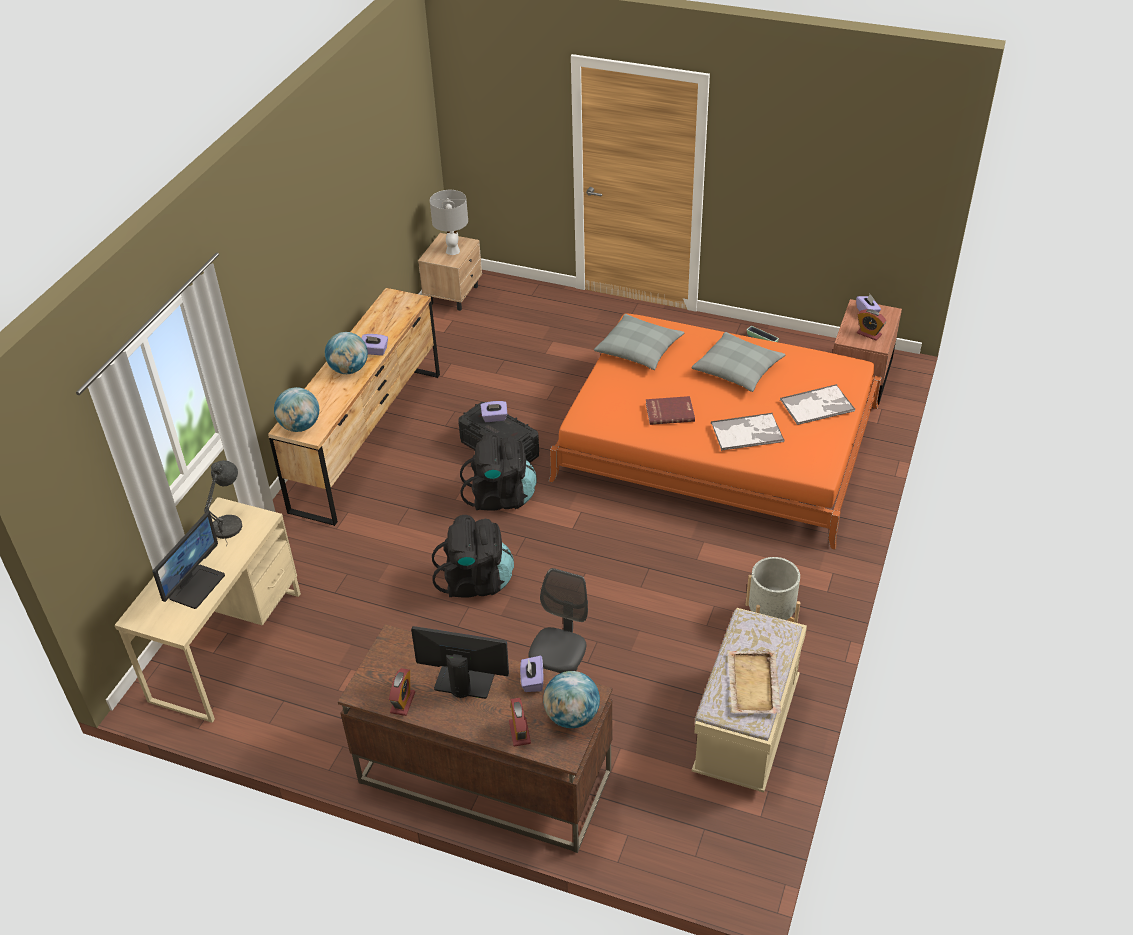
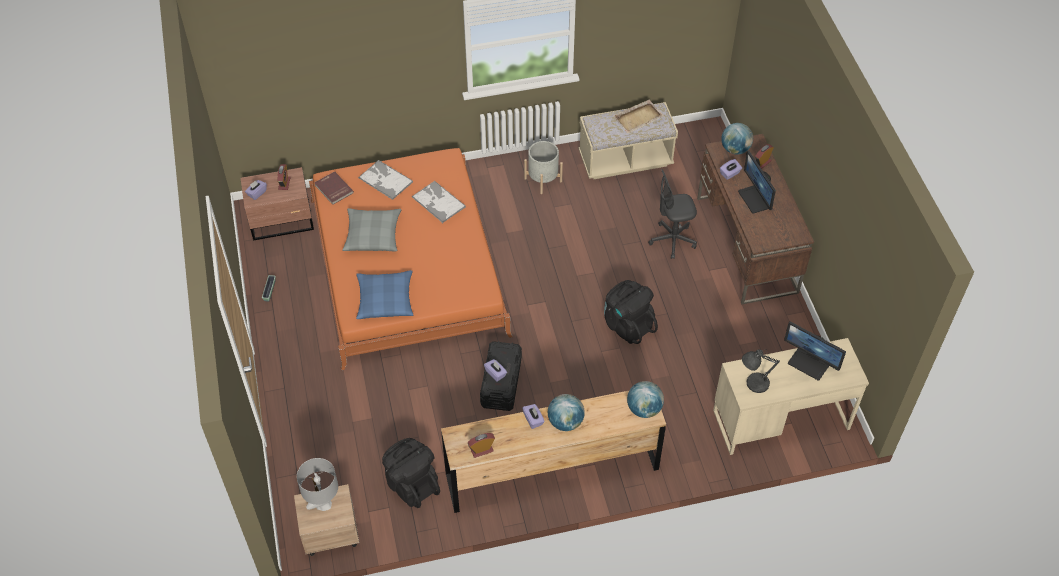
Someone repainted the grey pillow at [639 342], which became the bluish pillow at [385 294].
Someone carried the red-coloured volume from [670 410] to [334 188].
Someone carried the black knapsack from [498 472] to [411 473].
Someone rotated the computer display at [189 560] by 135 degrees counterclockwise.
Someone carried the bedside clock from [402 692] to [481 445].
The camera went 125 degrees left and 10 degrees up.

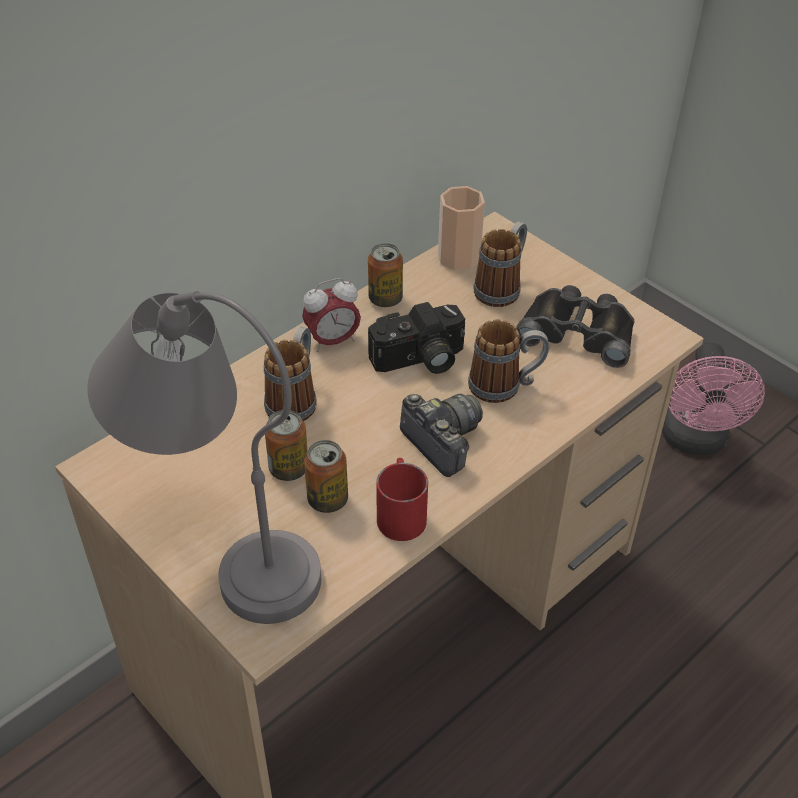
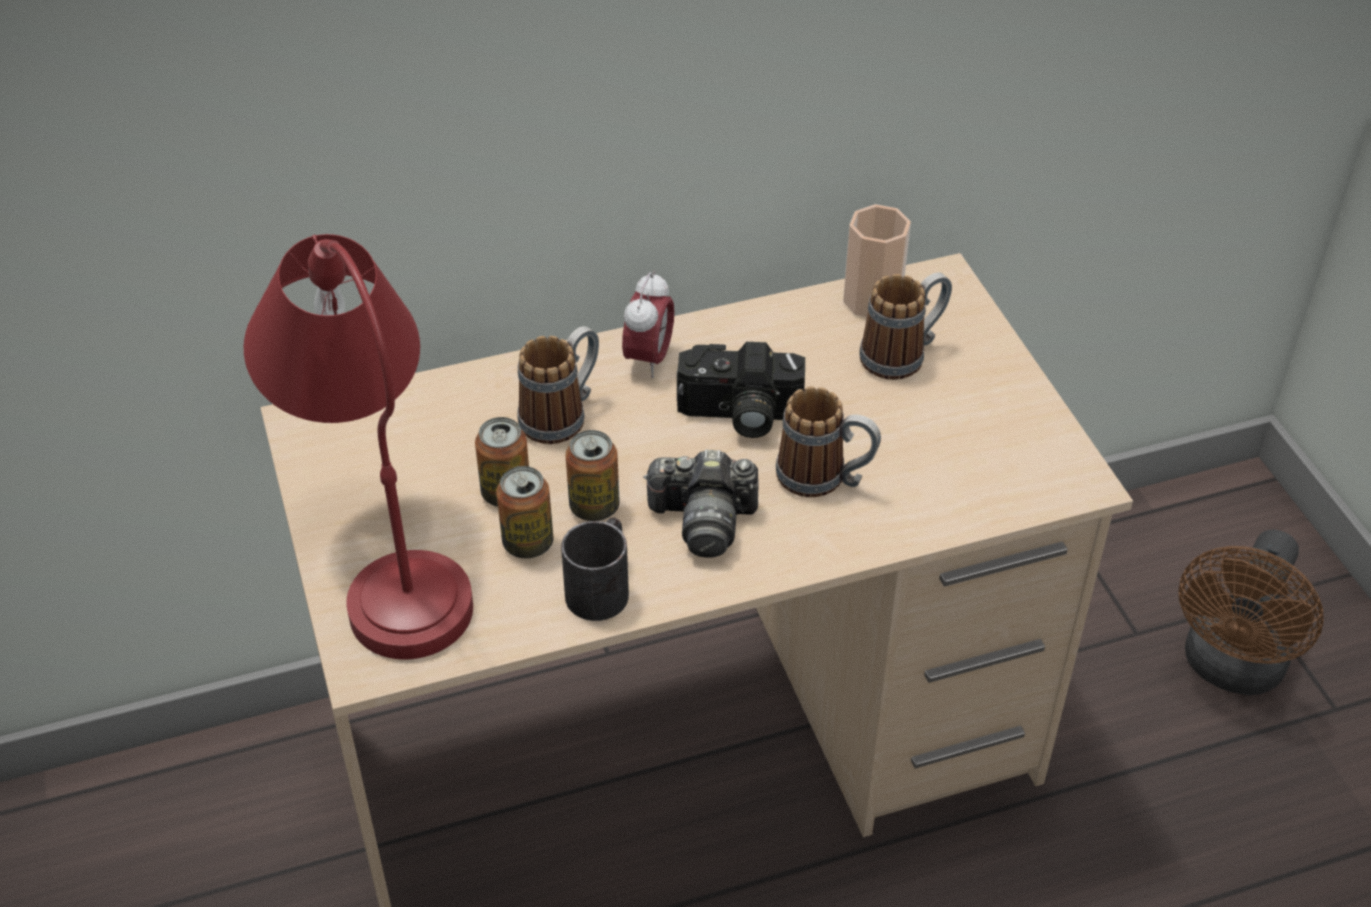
Someone carried the sealed can from [385 275] to [593 475].
Someone rotated the bedside clock at [331 315] by 75 degrees counterclockwise.
Someone took away the black binoculars at [575 326].
Someone repainted the grey lamp for a table at [204 457], which became the red-coloured lamp for a table at [358 446].
Someone repainted the pink cooling fan at [713 398], which became the brown cooling fan at [1251 612].
Someone rotated the still camera at [441 435] by 105 degrees clockwise.
Someone repainted the red-coloured tea mug at [402 499], which became the black tea mug at [595 569].
The camera went 25 degrees right and 0 degrees up.

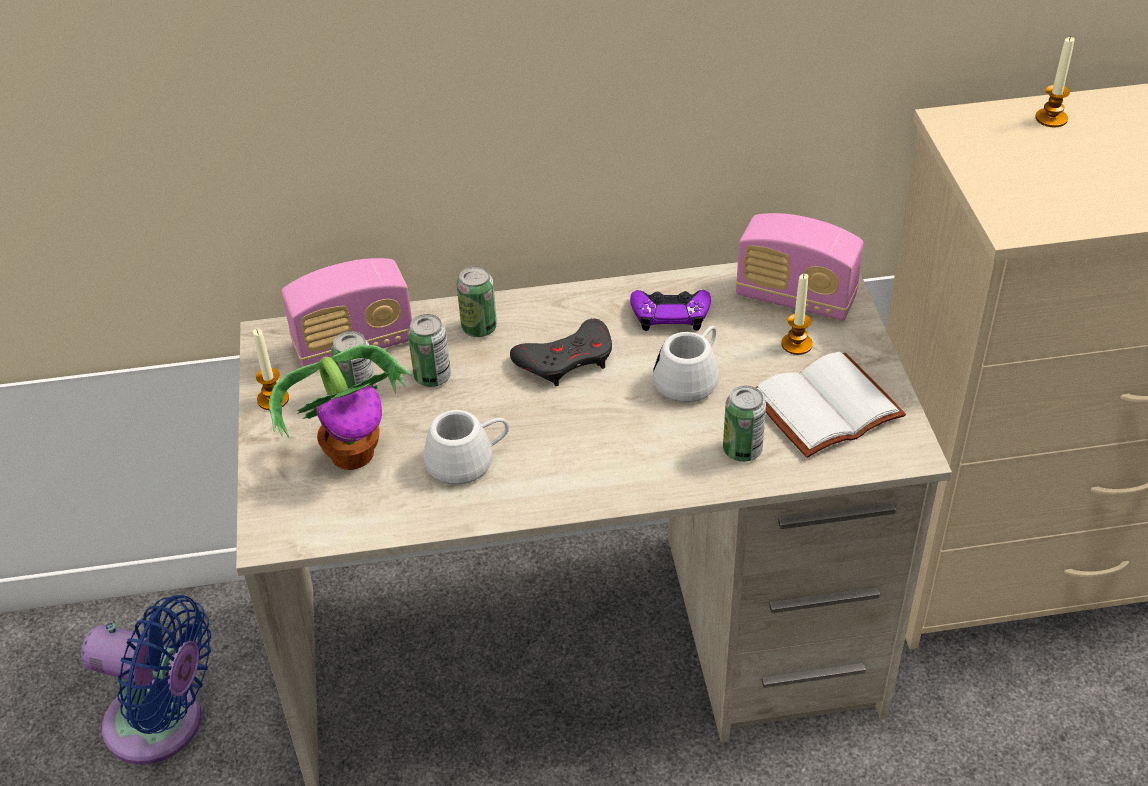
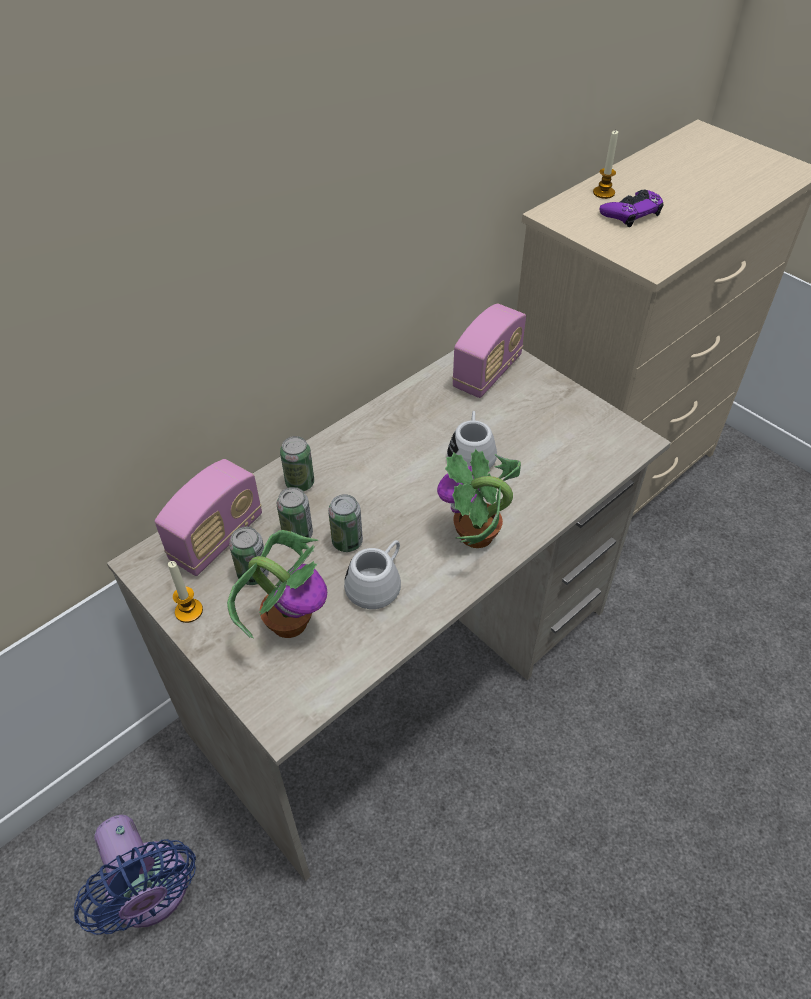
Someone rotated the radio receiver at [800 267] by 45 degrees counterclockwise.
Someone took away the candle at [797 314].
Someone carried the purple joypad from [670 310] to [632 208].
Someone took away the grey joypad at [561 352].
Someone took away the white-coloured volume at [830 405].
Someone carried the sealed can from [744 423] to [345 523].
Someone rotated the bluish cooling fan at [146 680] by 75 degrees clockwise.
Someone put down the houseplant at [479 498].
The camera went 35 degrees left and 5 degrees up.

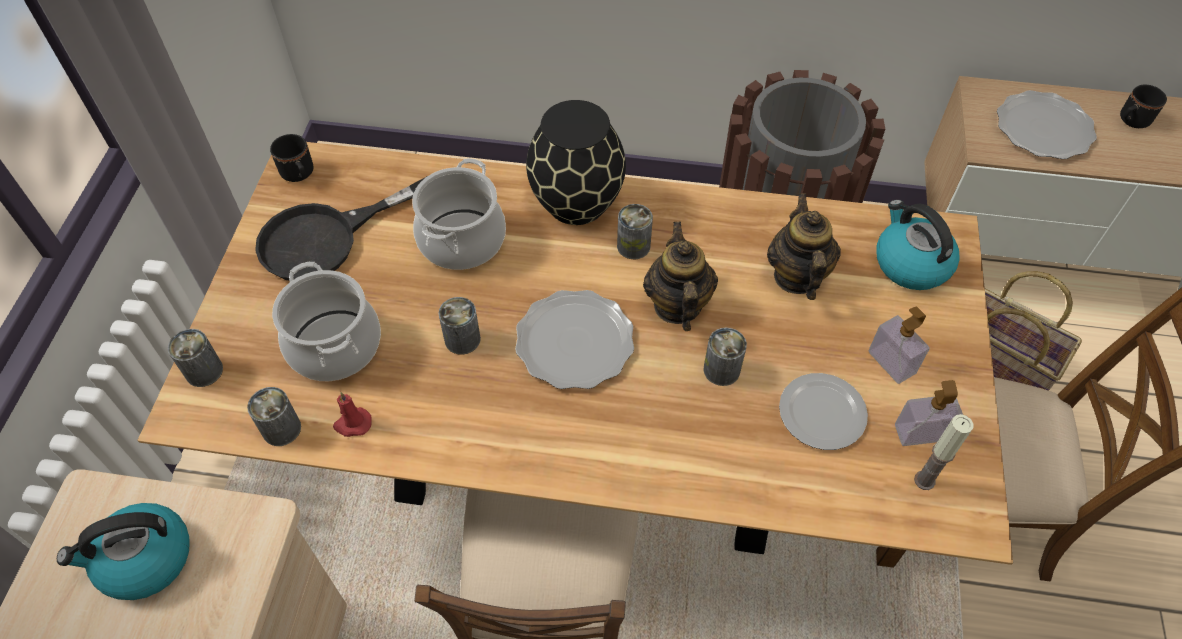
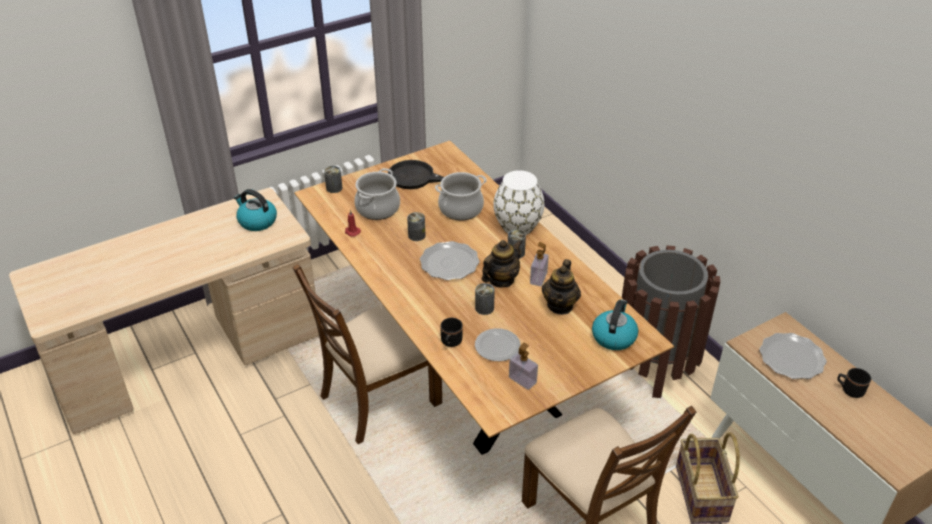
Someone repainted the black decorative vase at [576 162], which became the white-coloured decorative vase at [519 202].
Someone carried the black tea mug from [291 158] to [452 332].
Someone rotated the teapot at [804 246] by 150 degrees clockwise.
Someone carried the soap dispenser from [899 345] to [539 264].
Someone took away the sealed can at [274 416].
Someone took away the candle at [944 452].
The camera went 50 degrees right and 15 degrees down.

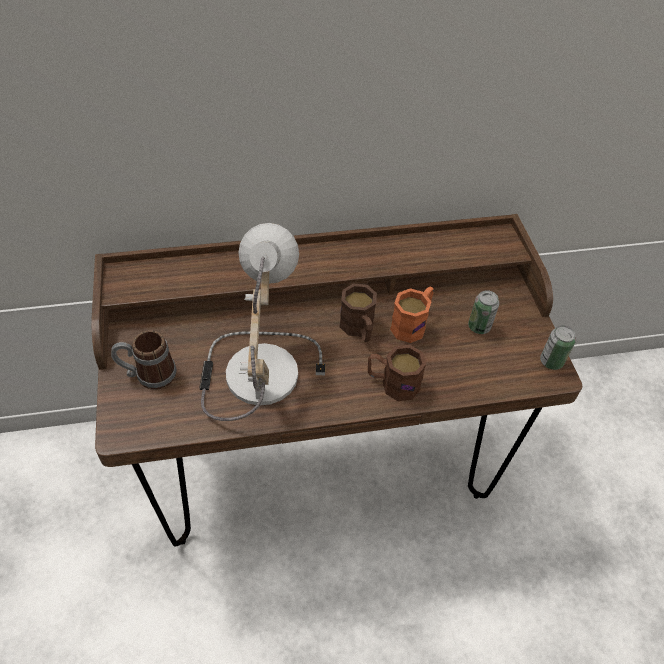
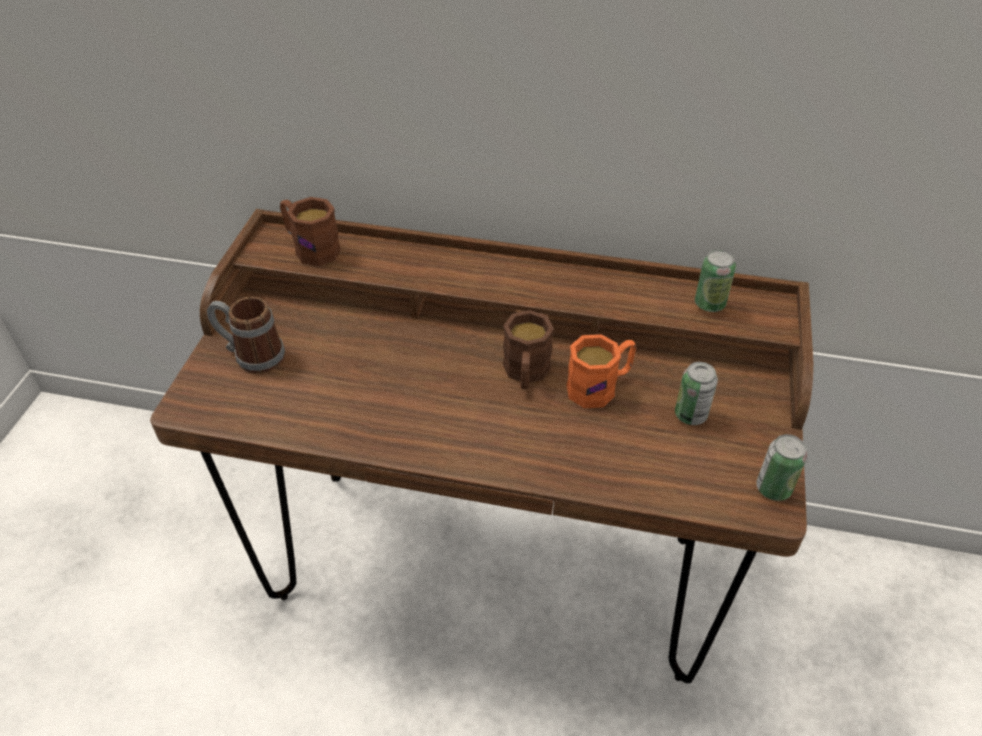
Someone took away the lamp for a table at [262 322].
Someone carried the brown tea mug from [397 373] to [310 231].
Someone put down the sealed can at [715 281].
The camera went 25 degrees right and 5 degrees down.

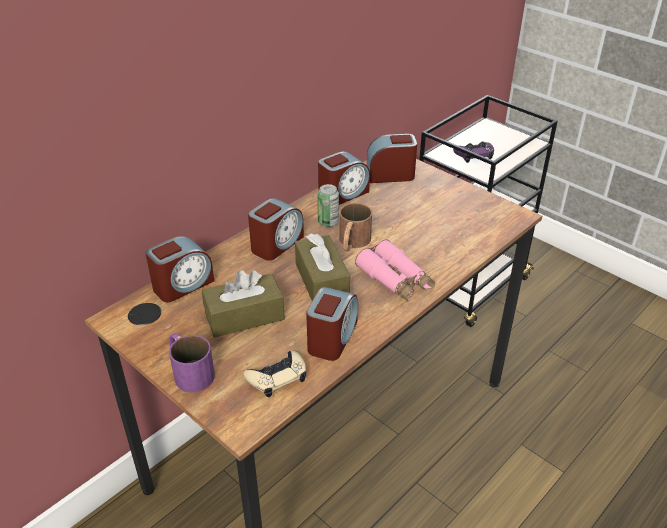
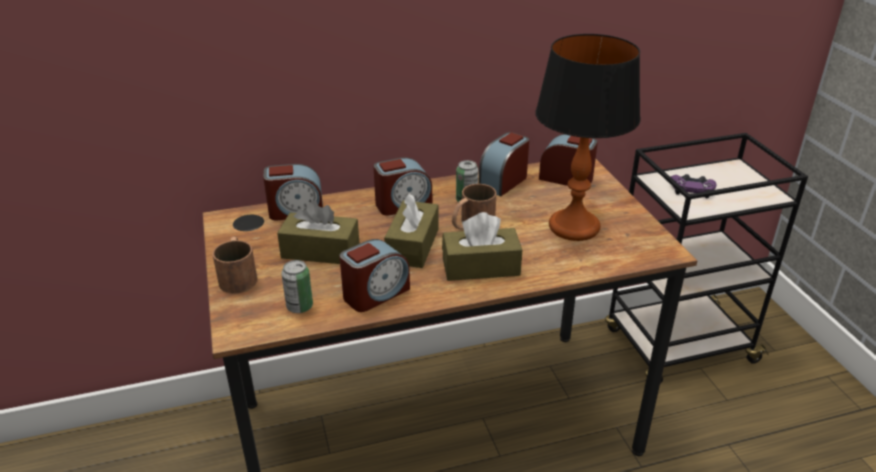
Someone rotated the bedside clock at [344 178] by 135 degrees clockwise.
Someone swapped the pink binoculars at [395 270] for the brown box of tissues at [482 246].
Someone repainted the purple tea mug at [192 362], which became the brown tea mug at [235 265].
Someone swapped the beige joypad at [275 374] for the sealed can at [297 286].
Someone put down the lamp for a table at [588 137].
The camera went 30 degrees right and 5 degrees down.

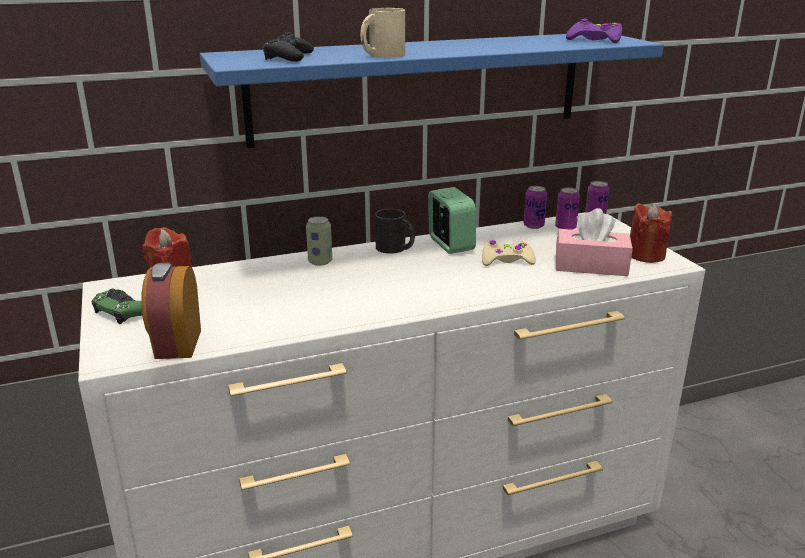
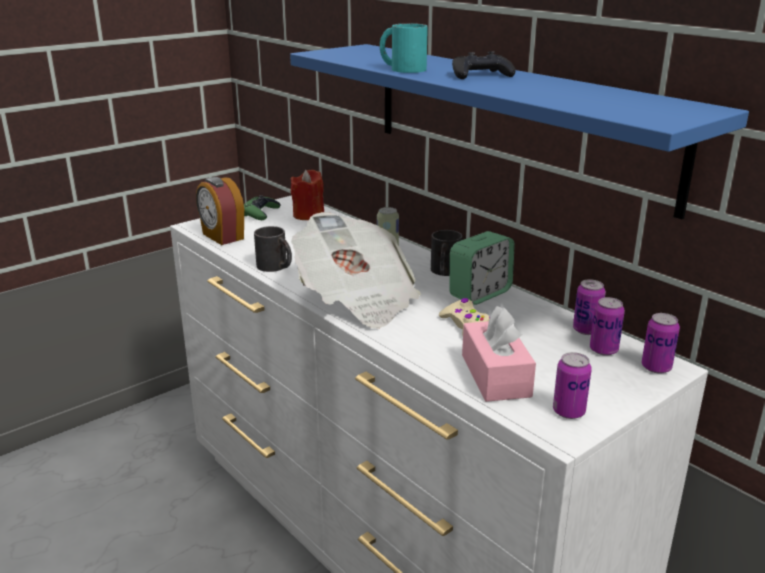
Someone repainted the beige tea mug at [382 33], which became the turquoise-coloured tea mug at [404 48].
Someone took away the purple joypad at [594 31].
Someone carried the black joypad from [288 47] to [484 65].
Someone swapped the red-coloured candle at [651 233] for the sealed can at [572 385].
Someone rotated the bedside clock at [171 311] by 105 degrees counterclockwise.
Someone put down the printed paper at [356 270].
Someone put down the black tea mug at [273 249].
The camera went 70 degrees right and 0 degrees up.

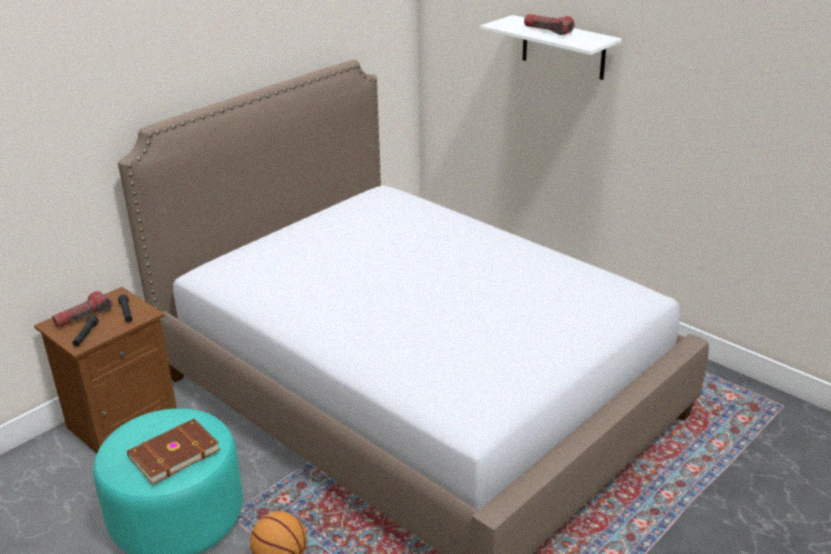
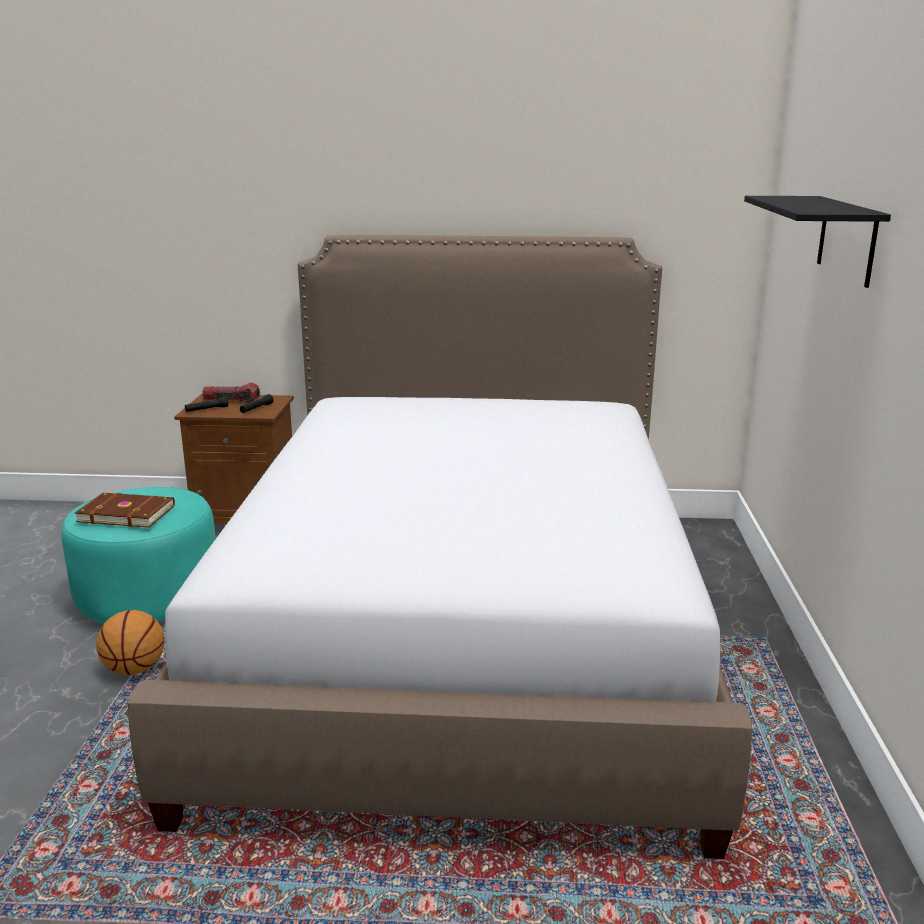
Someone took away the torch at [549 24].
Someone repainted the white-coloured shelf at [551 47], which became the black shelf at [817 242].
The camera went 50 degrees right and 10 degrees down.

